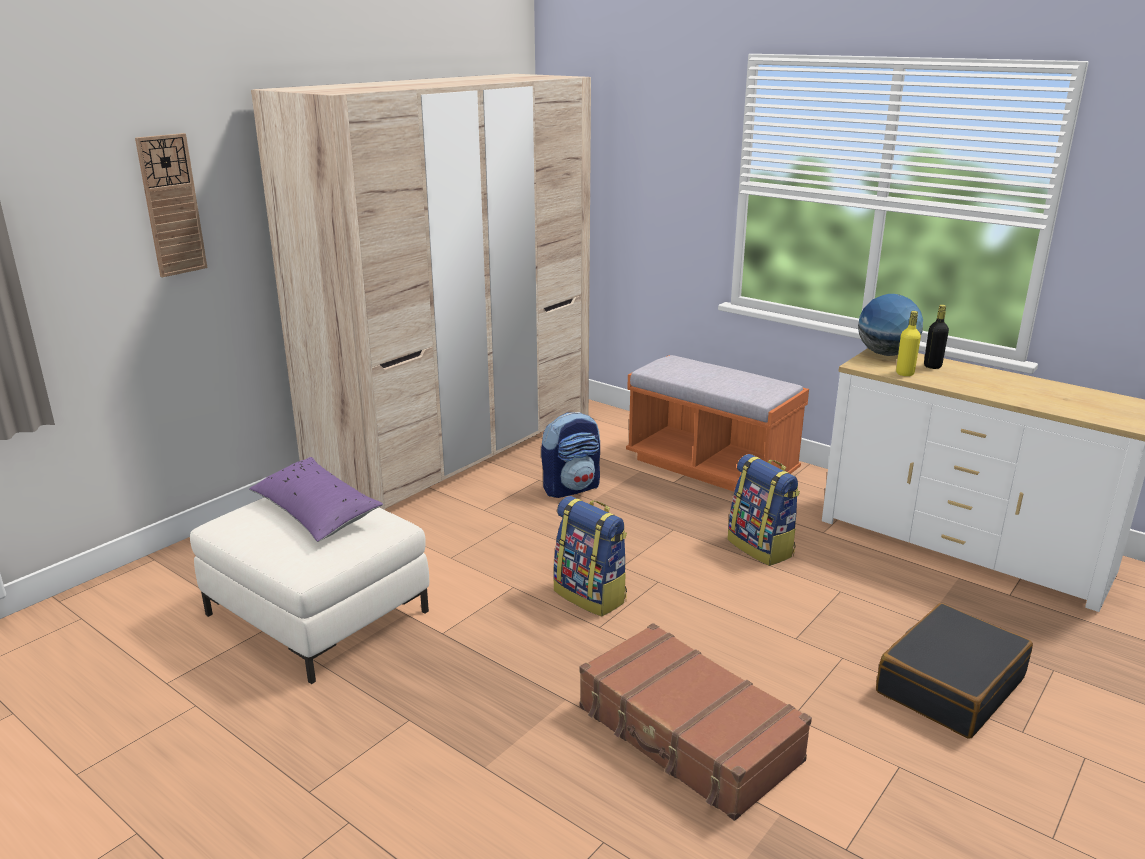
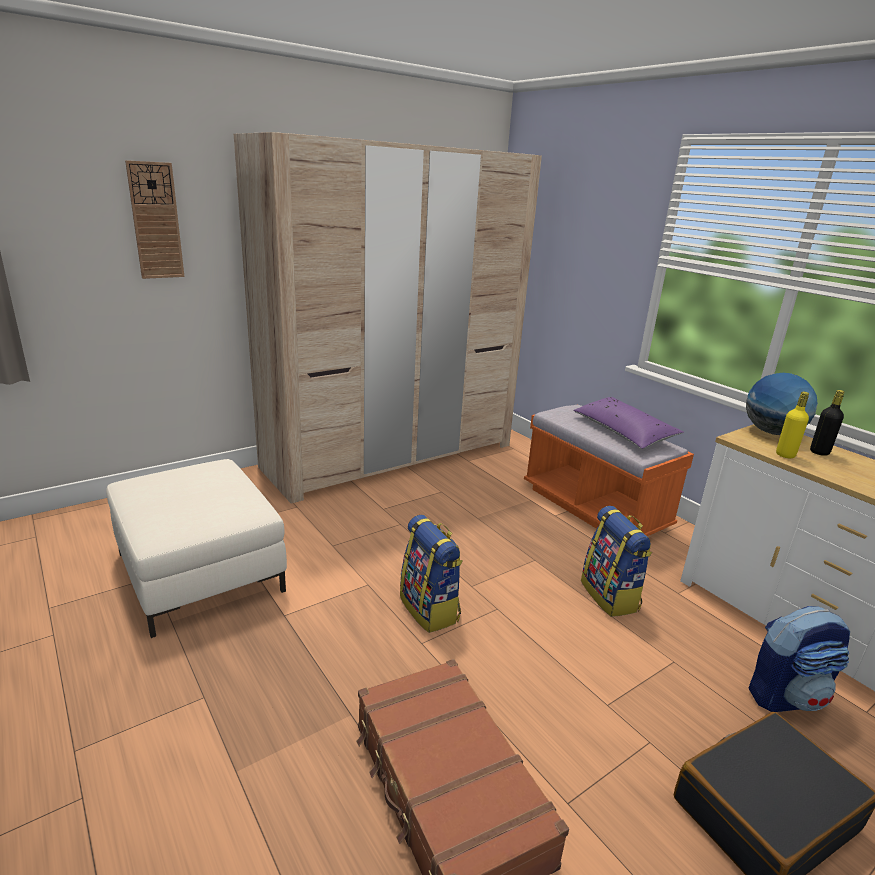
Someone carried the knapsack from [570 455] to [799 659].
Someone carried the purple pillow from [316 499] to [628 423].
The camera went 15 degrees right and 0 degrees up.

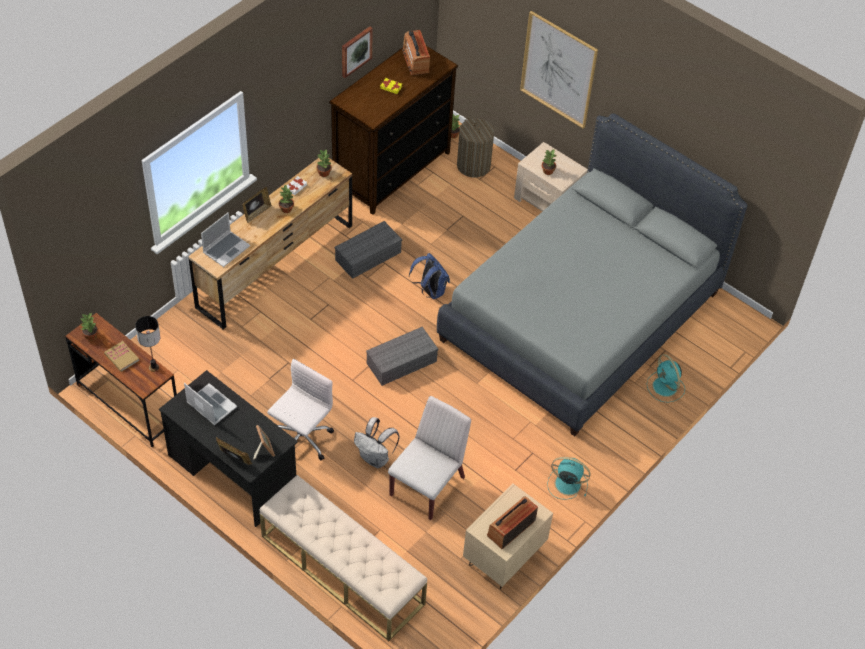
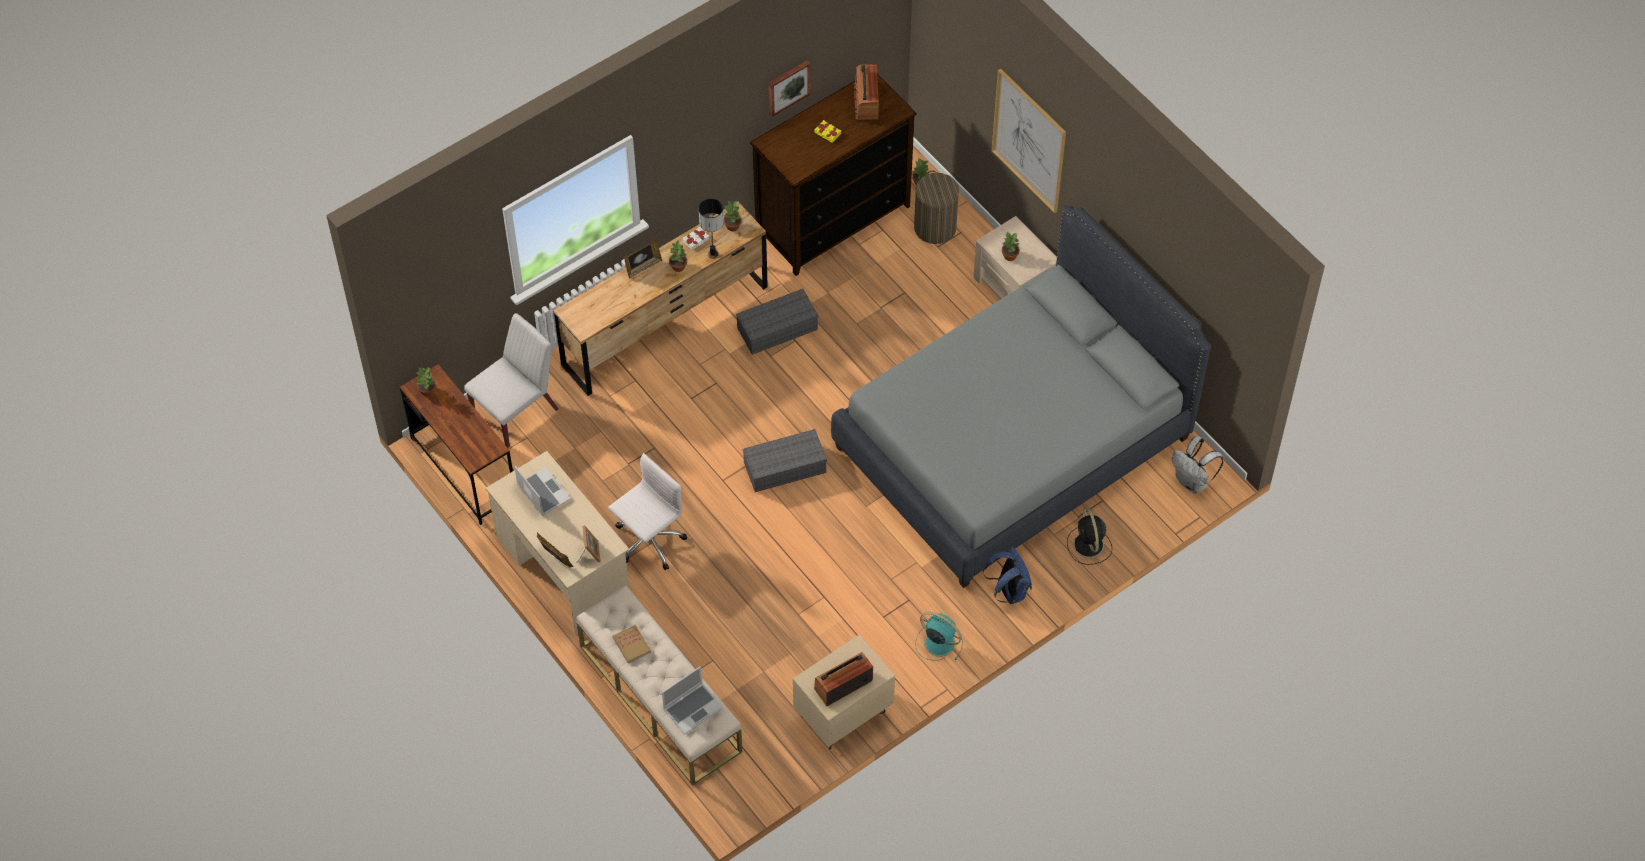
Someone carried the notebook computer from [225 239] to [692 700].
Someone carried the bluish knapsack from [429 276] to [1007 575].
Someone carried the lamp for a table from [147 344] to [711 229].
Someone carried the volume from [121 356] to [632 644].
Someone repainted the turquoise-coloured cooling fan at [666 378], which became the black cooling fan at [1089 536].
Someone repainted the black desk at [228 448], which became the beige desk at [557 543].
Someone carried the white-coloured plain chair from [429 458] to [511 380].
Someone carried the white-coloured knapsack from [376 442] to [1197 465].
The camera went 15 degrees right and 5 degrees up.

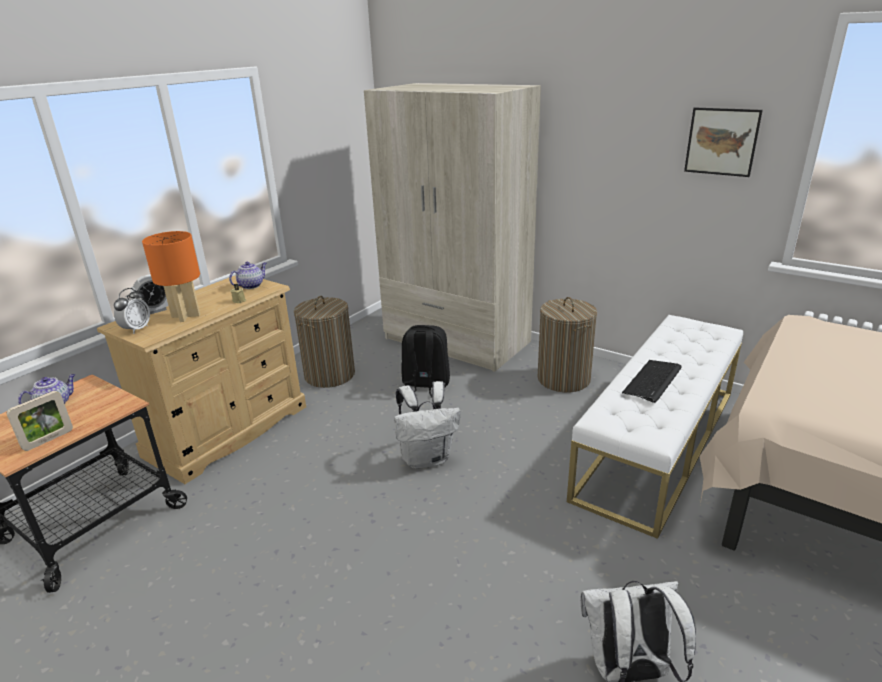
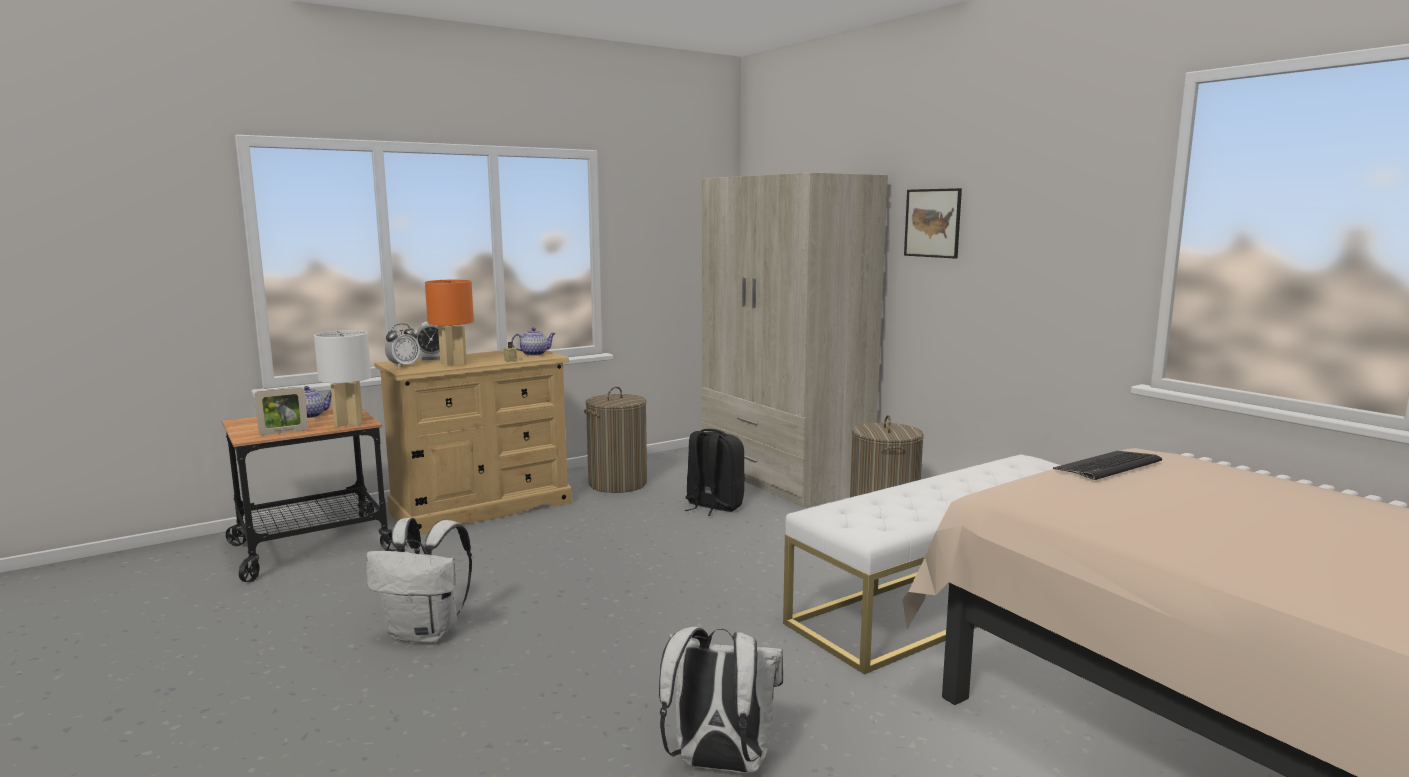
Someone carried the wall art from [723 142] to [933 223].
Someone carried the PC keyboard from [652 381] to [1107 465].
Someone carried the white-coloured knapsack from [427 425] to [419 580].
Someone put down the white-coloured lamp for a table at [342 378].
The camera went 20 degrees right and 15 degrees down.

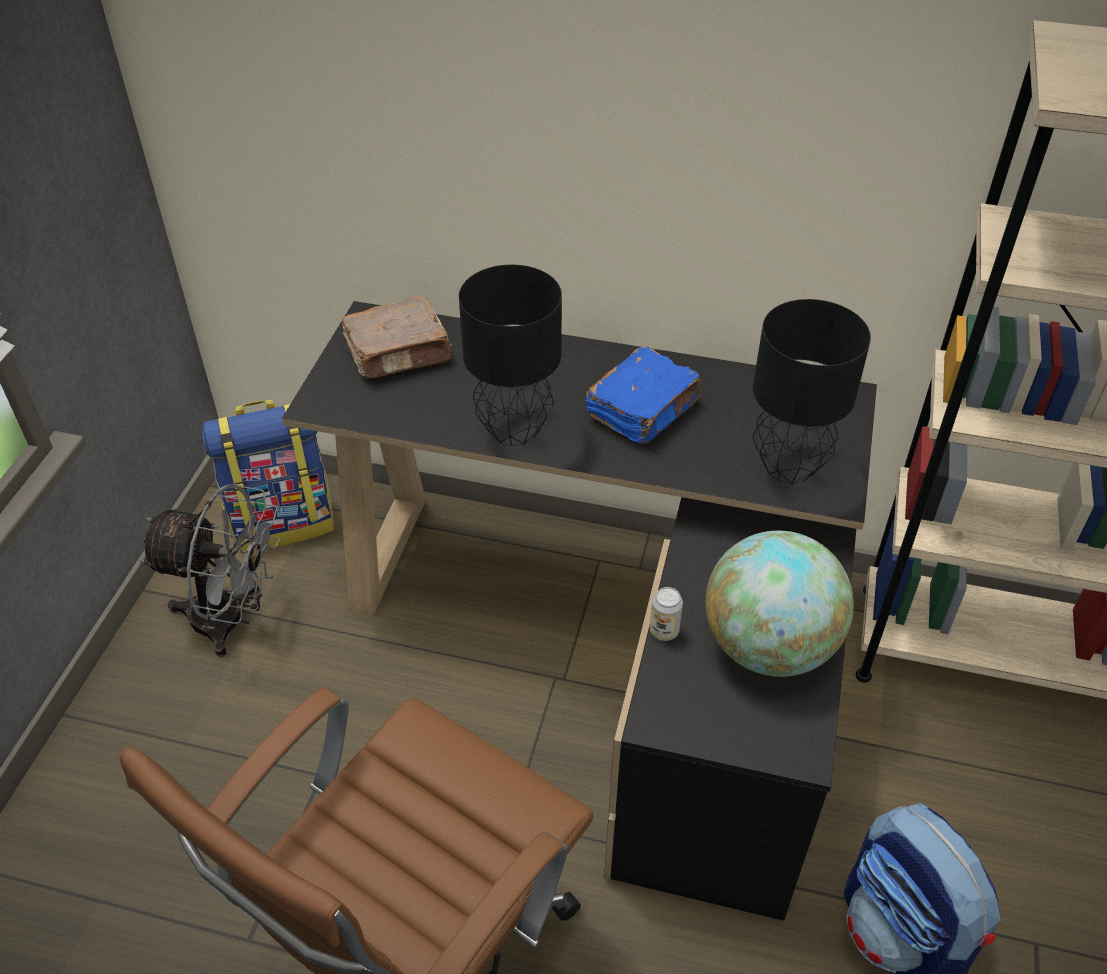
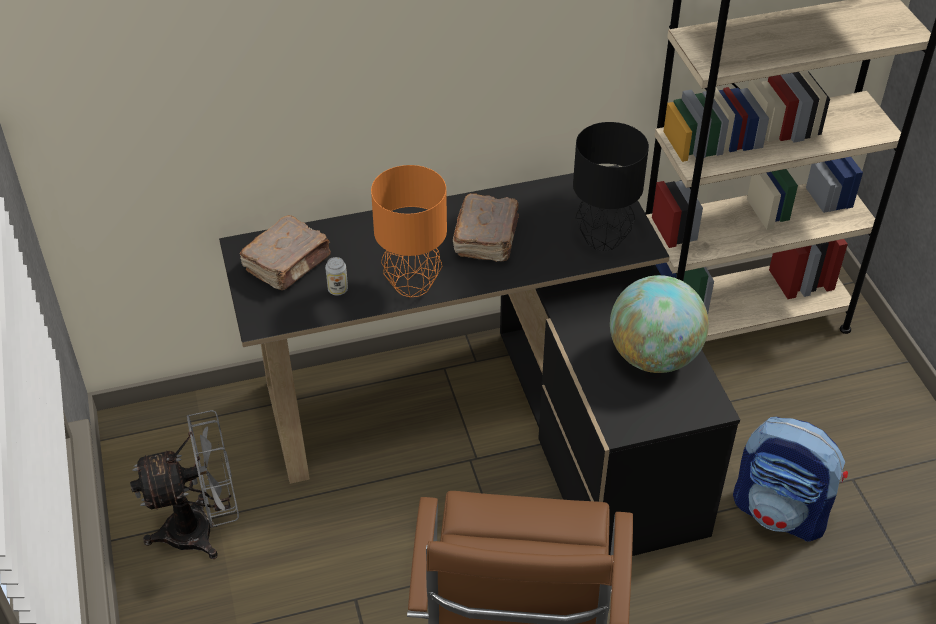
Someone repainted the black lamp for a table at [510 355], which became the orange-coloured lamp for a table at [409 231].
Someone repainted the bluish volume at [643 395], which became the brown volume at [486 227].
Someone took away the knapsack at [268 476].
Someone carried the sealed can from [666 614] to [336 276].
The camera went 30 degrees left and 0 degrees up.

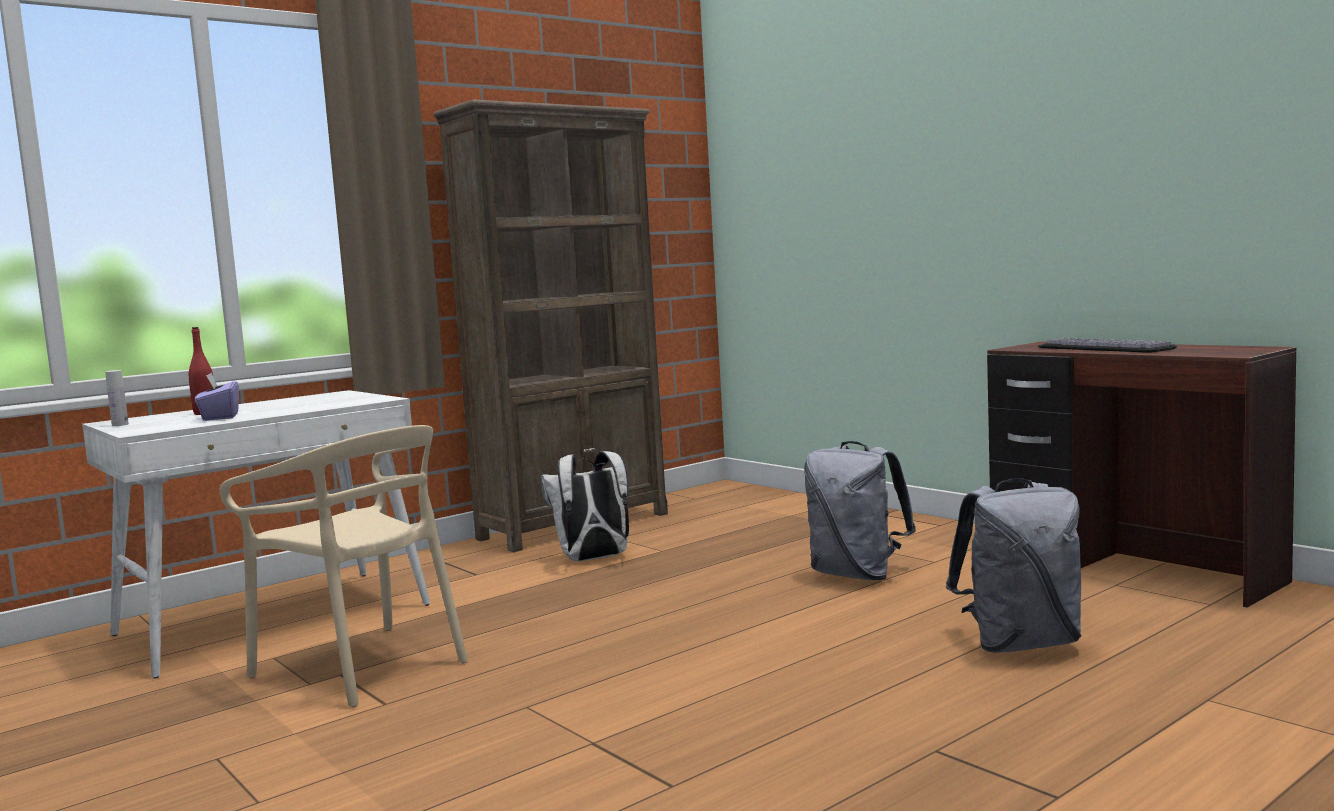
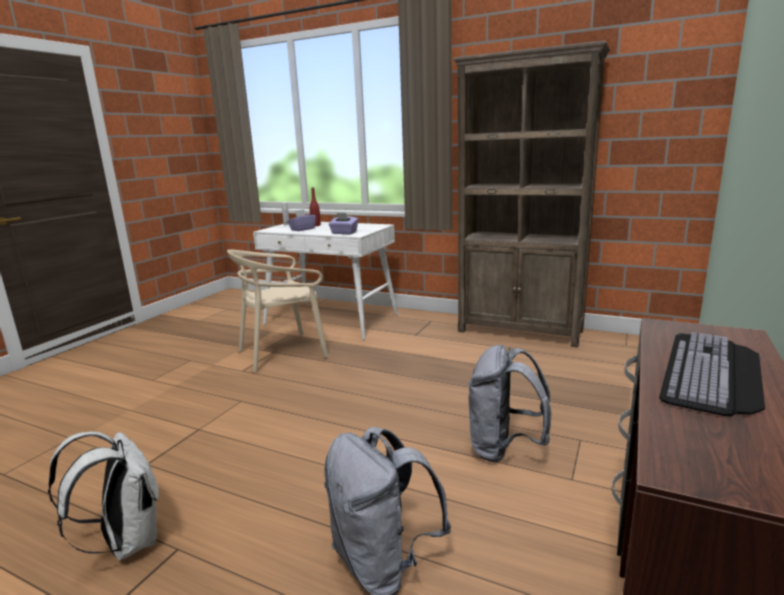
Someone rotated the beige plain chair at [344 566] by 45 degrees clockwise.
Someone carried the white-coloured knapsack from [585 506] to [103 495].
Someone put down the purple box of tissues at [343 223].
The camera went 65 degrees right and 10 degrees up.

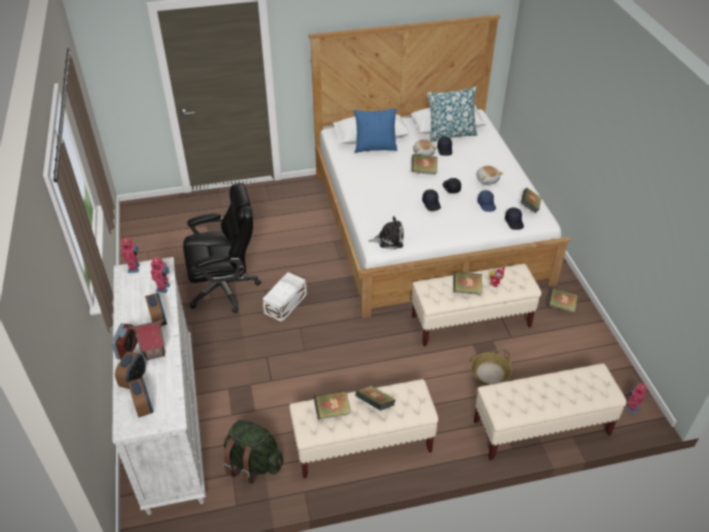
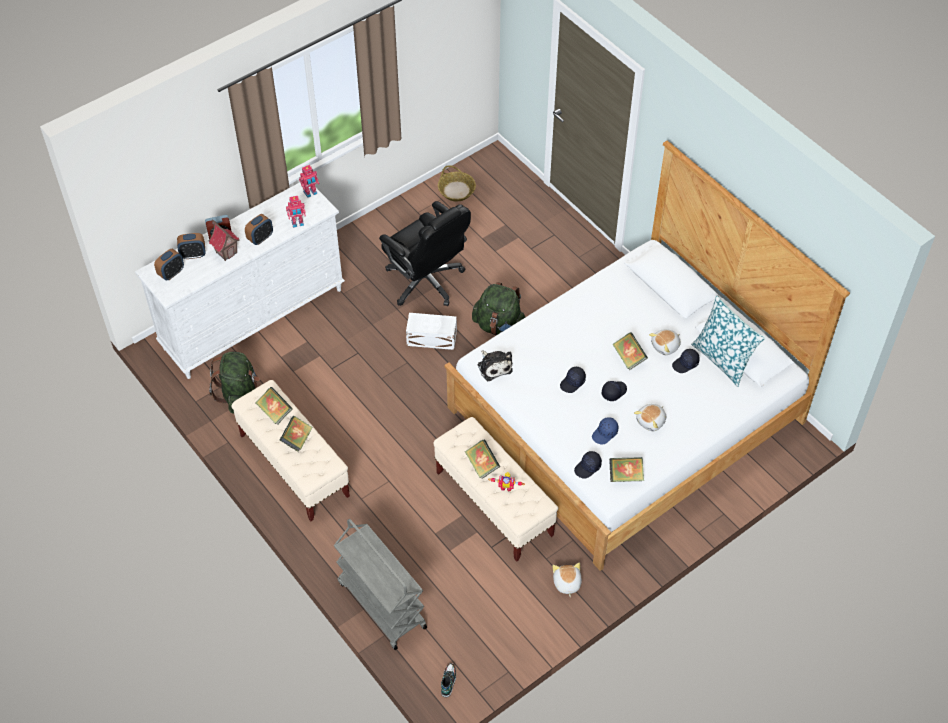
Someone took away the bluish pillow at [375 130].
Someone swapped the volume at [563 300] for the soft toy at [567 580].
Someone carried the household basket from [491 367] to [457 183].
Someone swapped the beige bench at [550 411] for the grey wheeled cart at [380 584].
Someone swapped the robot figure at [636 398] for the shoe at [448 680].
Someone put down the greenish knapsack at [498 308].
The camera went 65 degrees right and 10 degrees up.

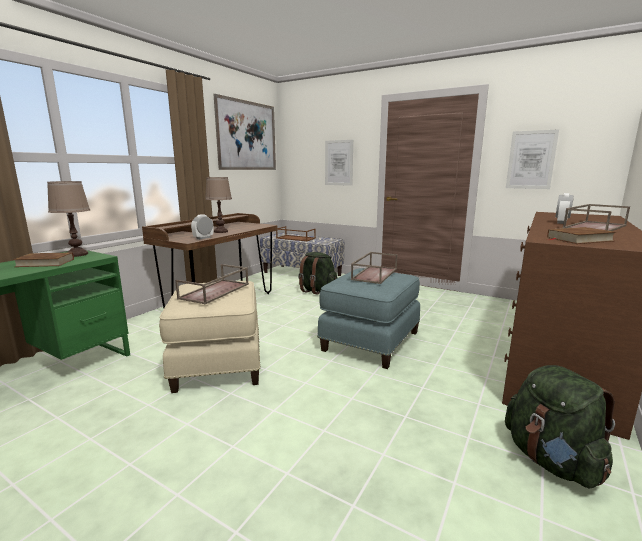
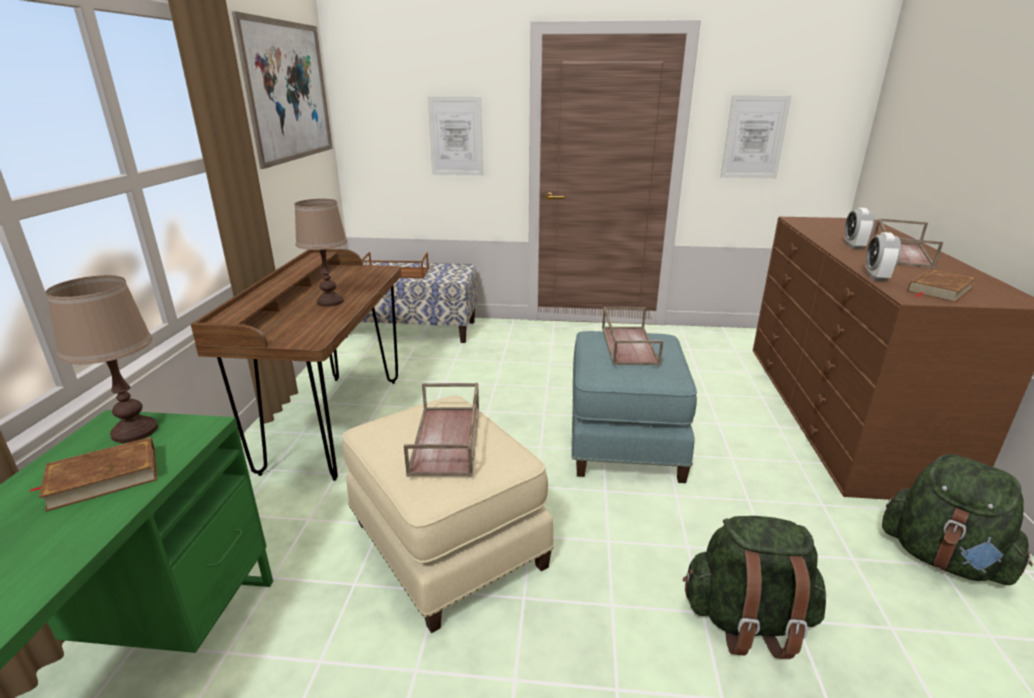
Someone carried the bedside clock from [202 226] to [883 256].
Someone carried the greenish knapsack from [317 273] to [754 587].
The camera went 25 degrees left and 10 degrees up.

